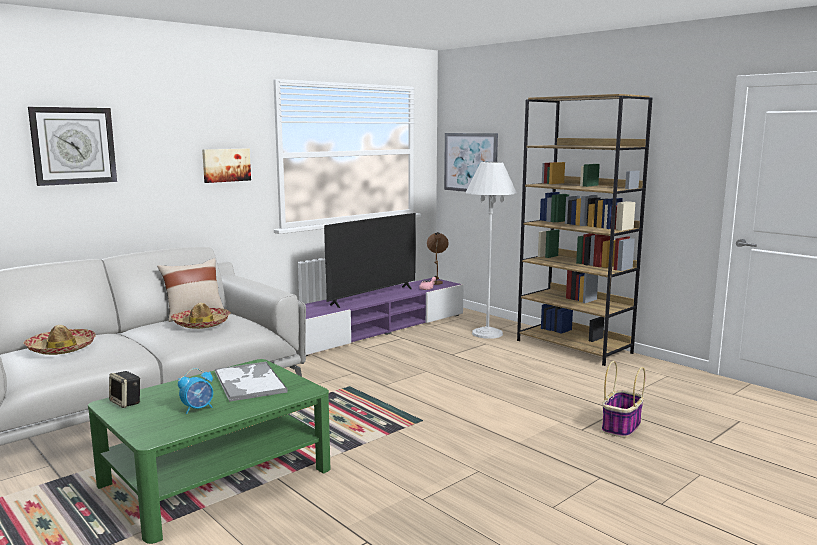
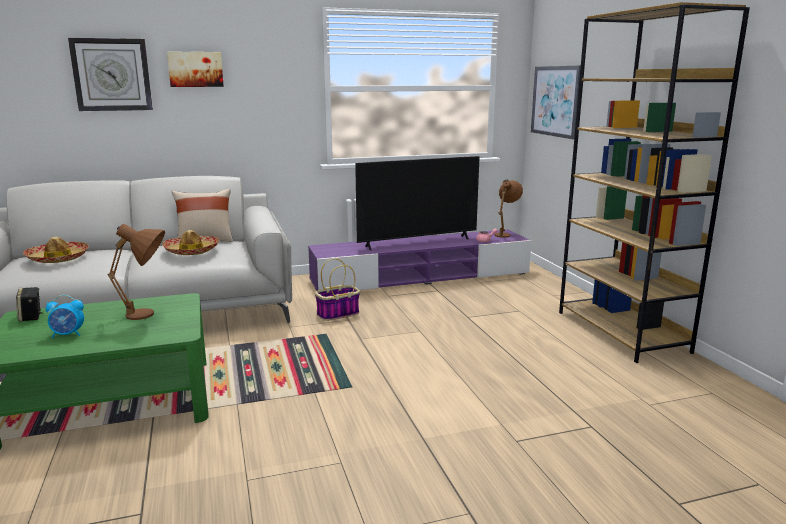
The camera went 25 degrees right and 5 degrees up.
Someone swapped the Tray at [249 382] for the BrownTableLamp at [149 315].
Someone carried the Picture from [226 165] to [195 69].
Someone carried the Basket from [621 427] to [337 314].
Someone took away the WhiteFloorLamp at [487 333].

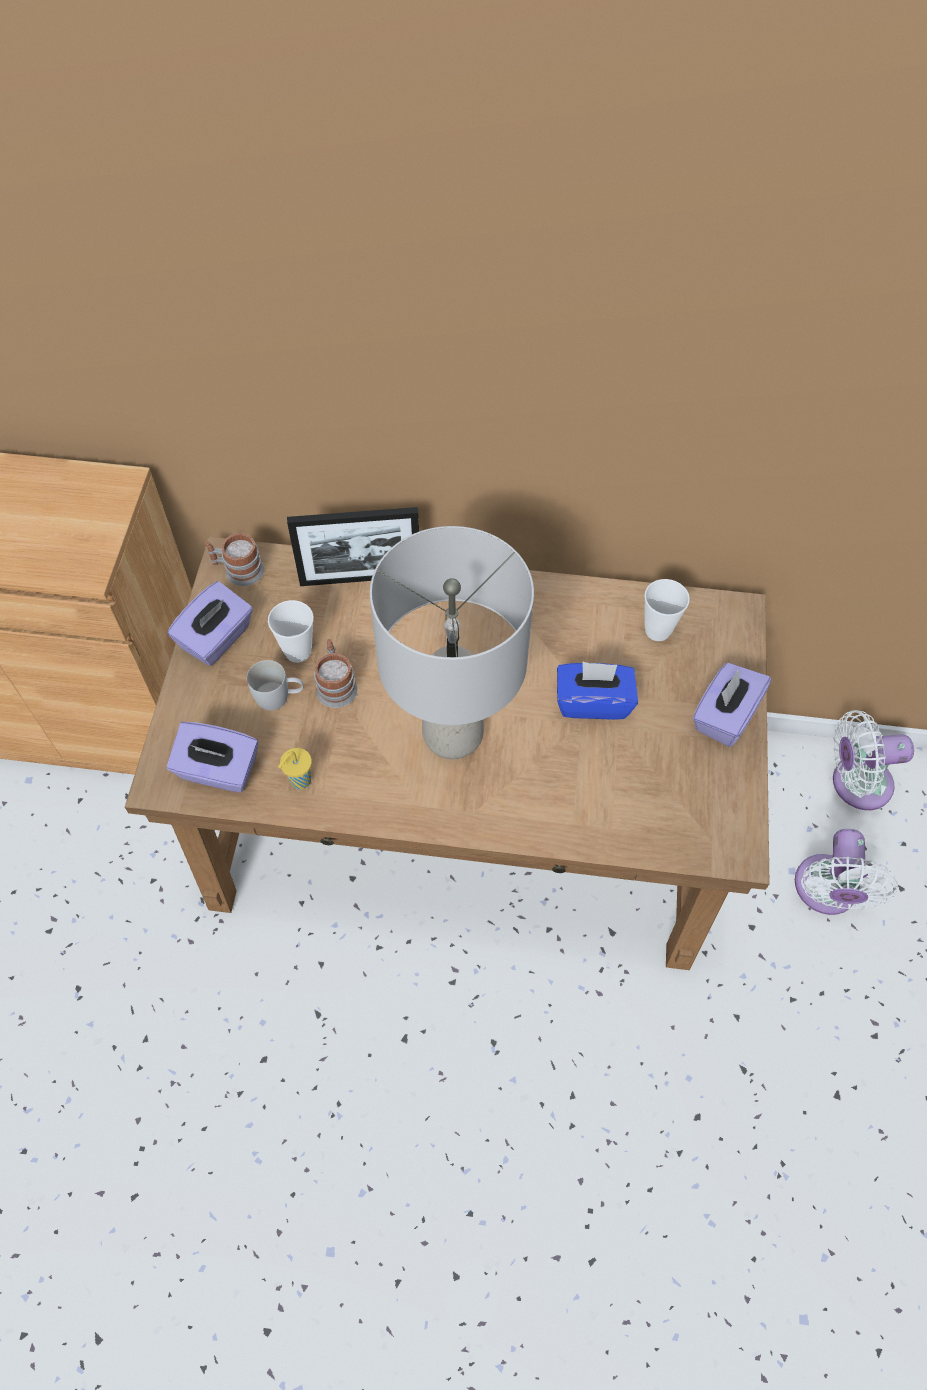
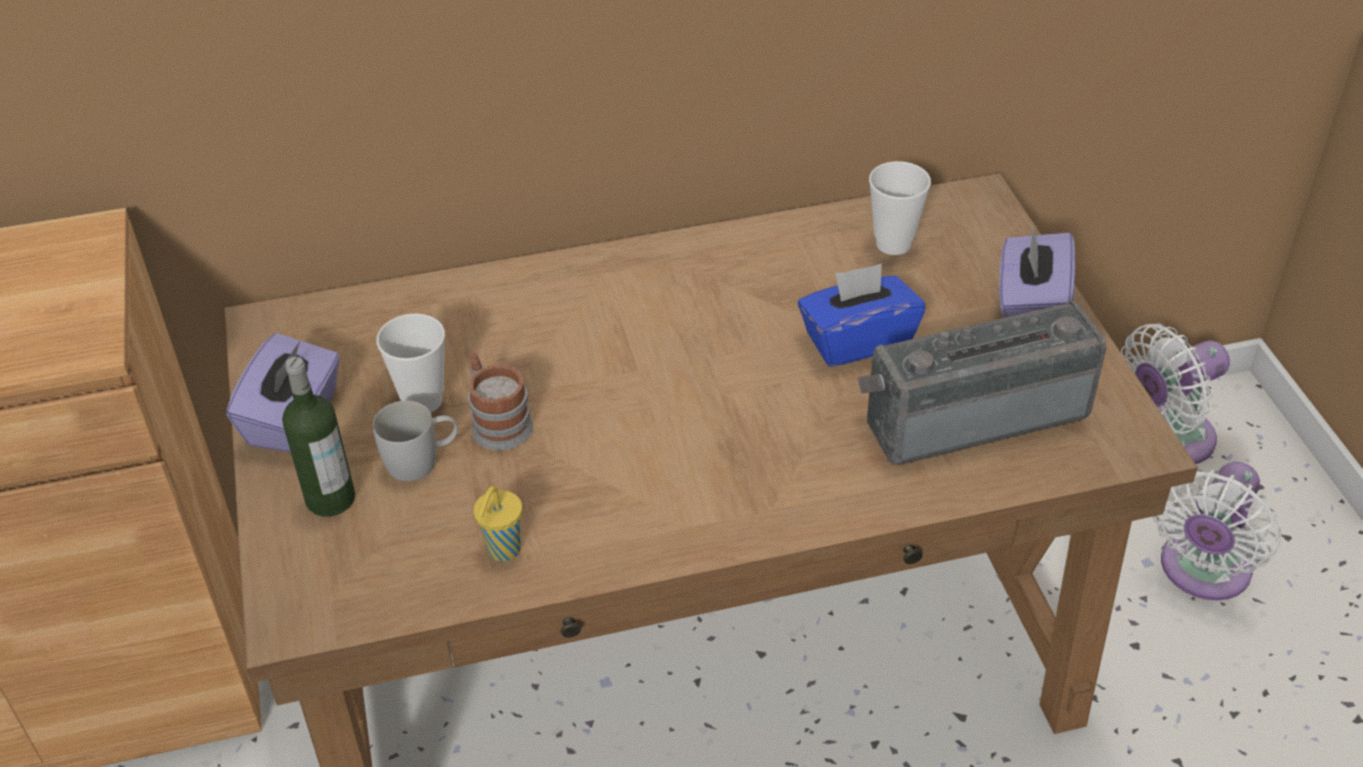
The camera went 20 degrees left and 15 degrees down.
Someone put down the Bottle at [330 499].
Someone put down the Radio at [972 413].
Someone rotated the WhiteFan at [825 892] by 45 degrees clockwise.
Someone took away the PurpleTissueBox at [218 771].
Someone took away the Mug at [238 570].
Someone took away the PictureFrame at [360 578].
Someone took away the GreyTableLamp at [454 735].

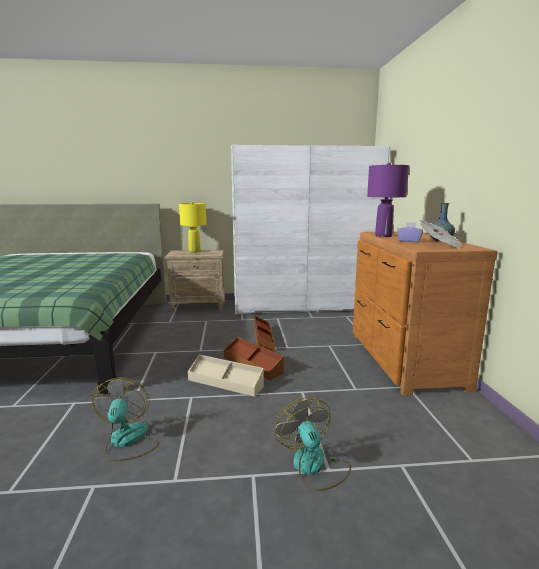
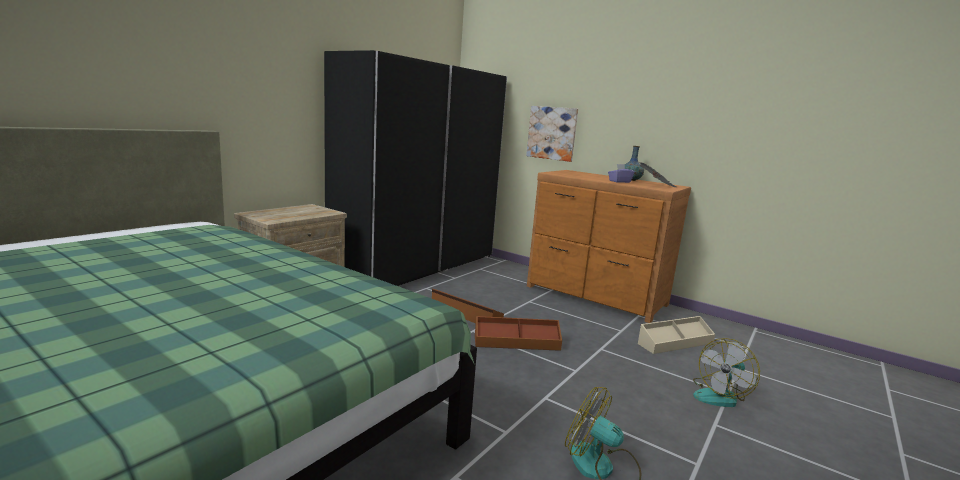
The camera went 50 degrees left and 0 degrees up.
Someone repainted the WhiteWardrobe at [303 305], which became the BlackWardrobe at [417 266].
Someone put up the Picture at [552 133].
Someone carried the BeigeStorageBox from [226 382] to [675 343].
Someone rotated the Fan at [314 466] by 60 degrees counterclockwise.
Someone took away the YellowTableLamp at [194 251].
Someone took away the PurpleTableLamp at [383 236].

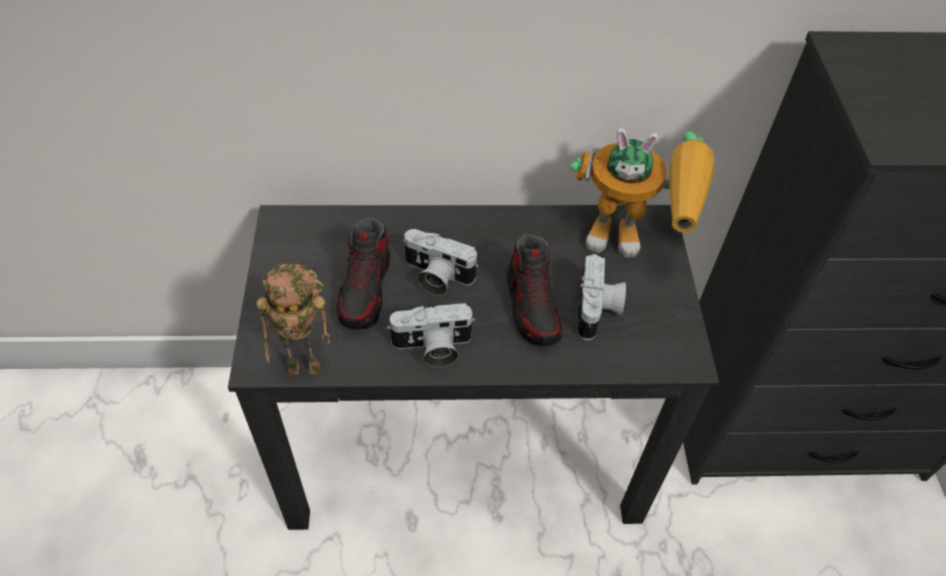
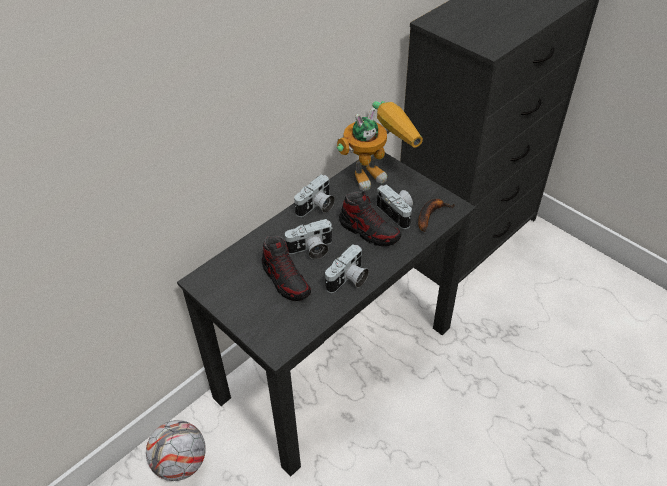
The camera went 40 degrees left and 5 degrees down.
Someone put down the Football at [180 463].
Someone put down the PhotoCamera at [316 207].
Someone put down the Banana at [430 215].
Someone took away the ToyRobot at [307 365].

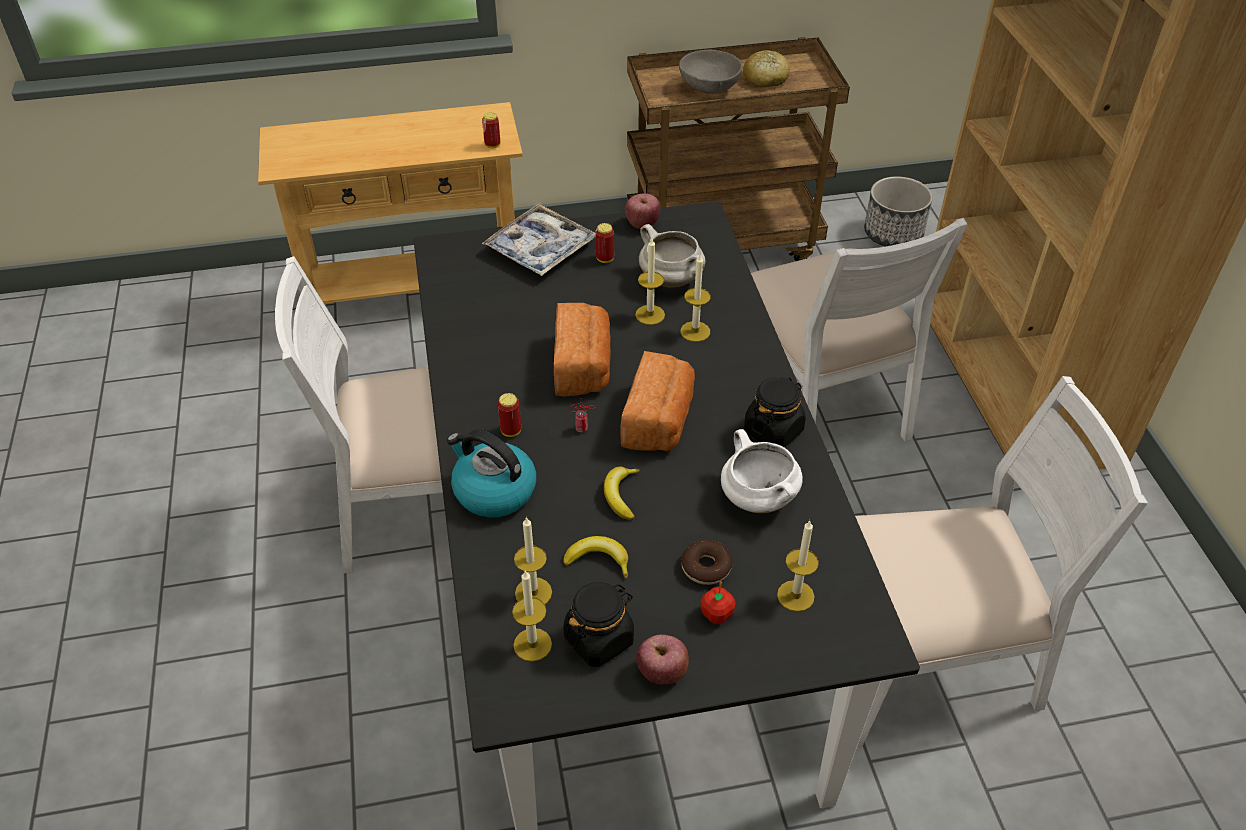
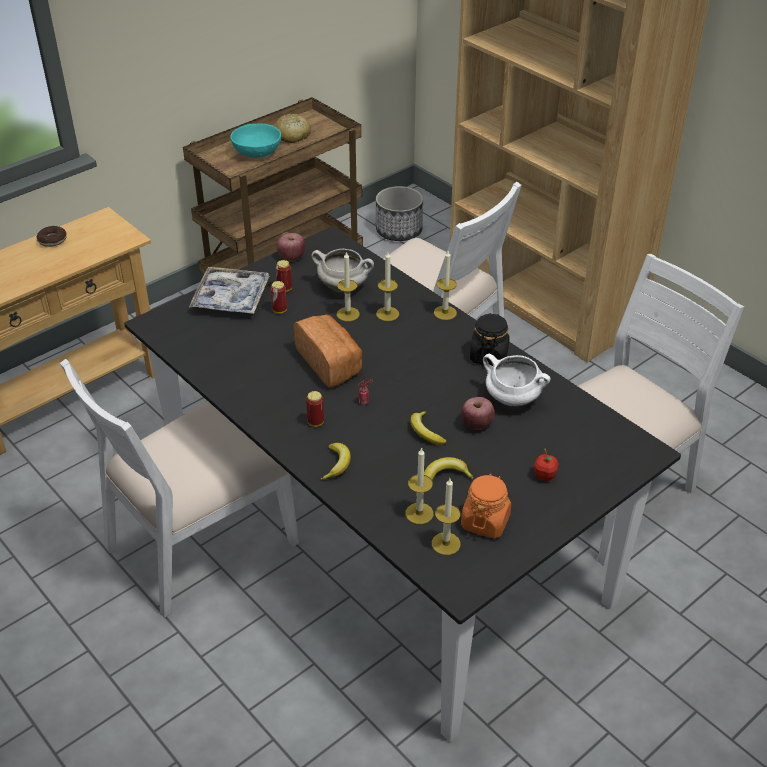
The camera went 30 degrees left and 5 degrees down.
Someone carried the Donut from [706 567] to [52 240].
Someone repainted the GreyBowl at [710 88], which became the TurquoiseBowl at [258 153].
Someone carried the Can from [492 145] to [279 310].
Someone swapped the Kettle at [493 491] for the Banana at [337 464].
Someone carried the Candle from [795 596] to [445 313].
Someone carried the Apple from [662 672] to [477 424].
Someone repainted the BlackJar at [599 639], which became the OrangeJar at [485 521].
Someone took away the Bread at [659 421].

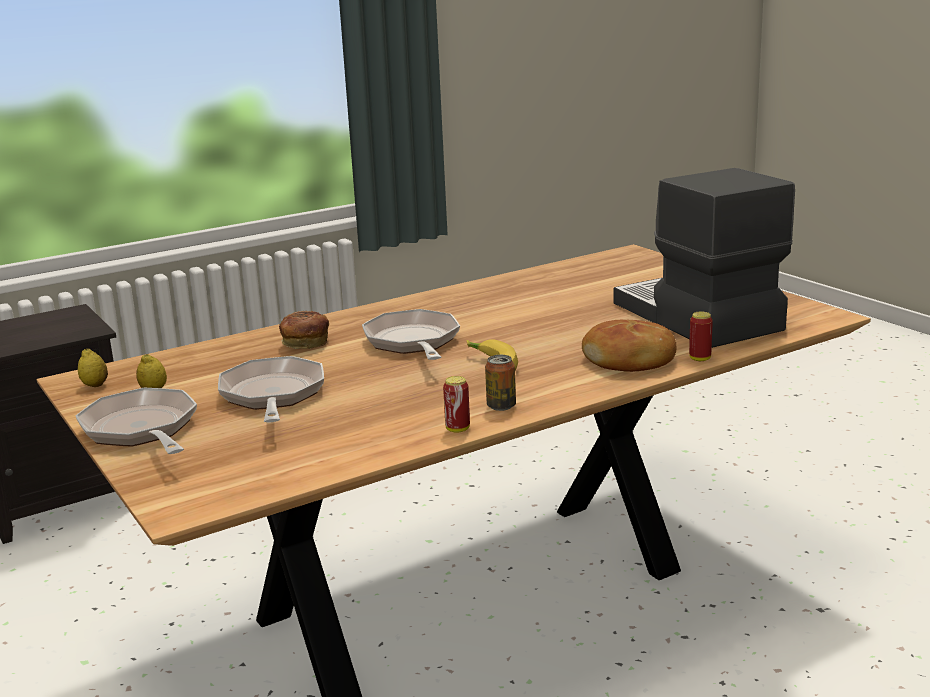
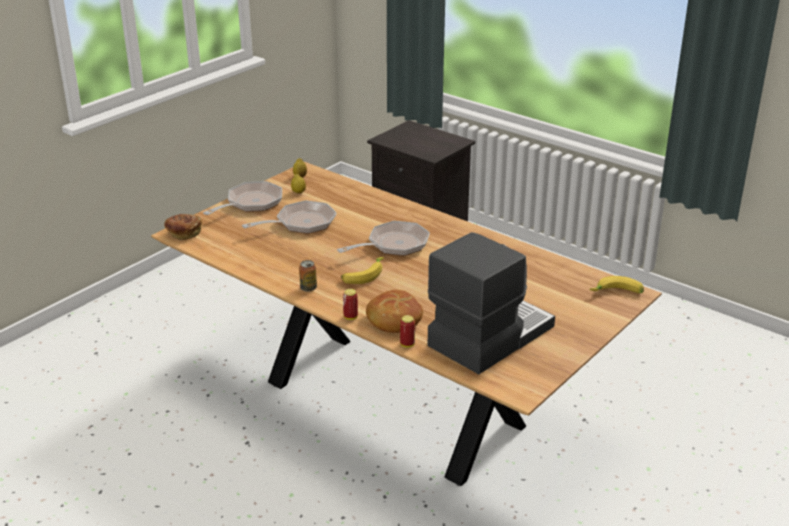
The camera went 70 degrees right and 10 degrees up.
Someone carried the Bread from [305 343] to [183 233].
Someone carried the Can from [457 429] to [350 317].
Someone put down the Banana at [617 293].

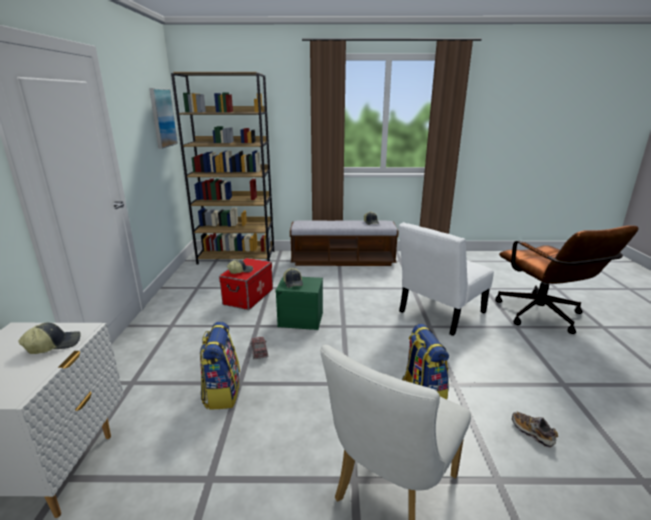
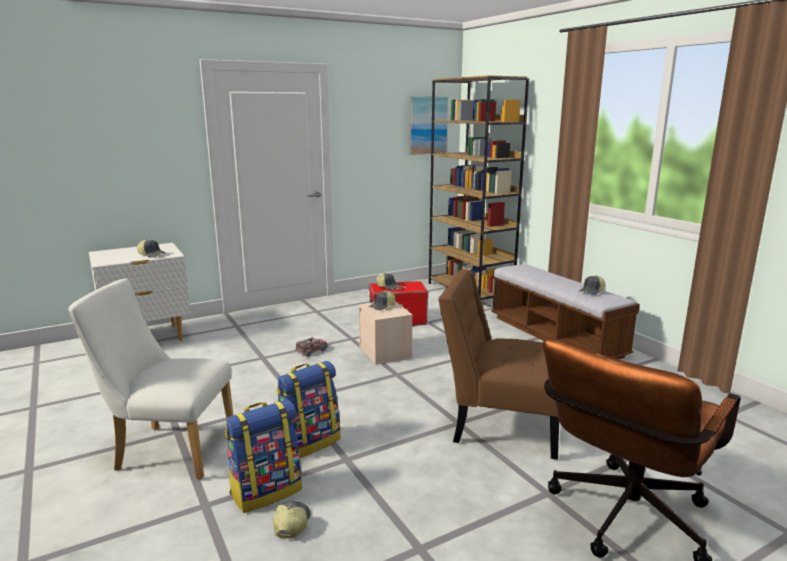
The camera went 60 degrees right and 5 degrees down.
Someone carried the Backpack from [222 392] to [266 491].
Someone swapped the Shoe at [532 433] for the Cap at [291 523].
Someone repainted the GreenStorageBox at [301 319], which became the BeigeStorageBox at [386 352].
Someone repainted the WhiteChair at [439 314], which became the BrownChair at [501 424].

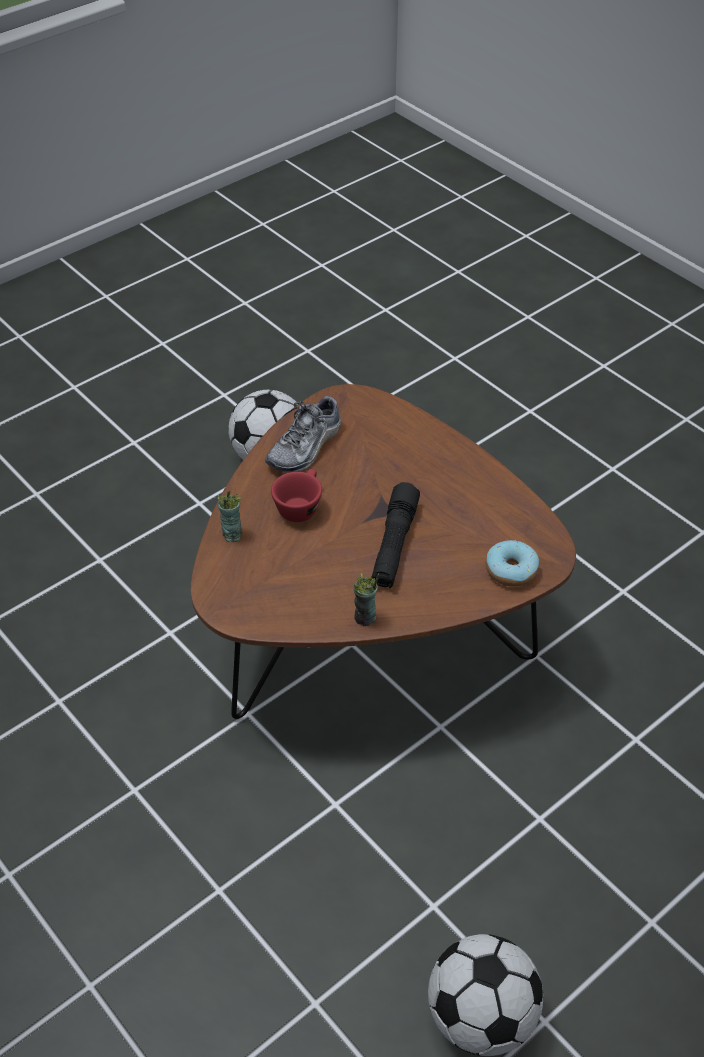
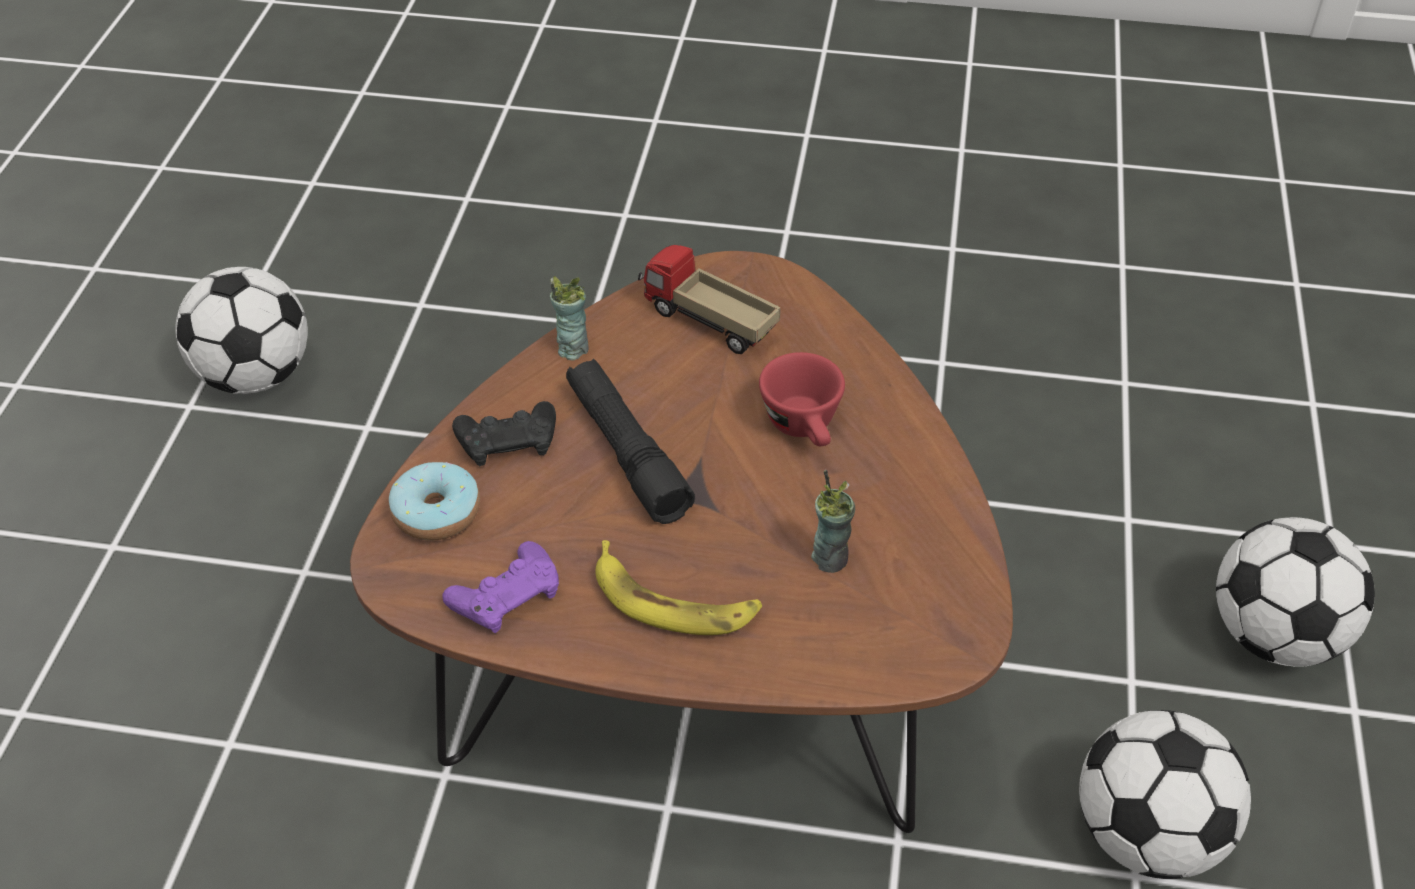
The camera went 140 degrees right and 0 degrees up.
Someone put down the PurpleGameController at [506 596].
Someone put down the BlackGameController at [508 441].
Someone put down the Banana at [673 601].
Someone put down the ToyTruck at [708 323].
Someone carried the Cup from [232 534] to [830 558].
Someone put down the Football at [1274 636].
Someone took away the Shoe at [305 447].

